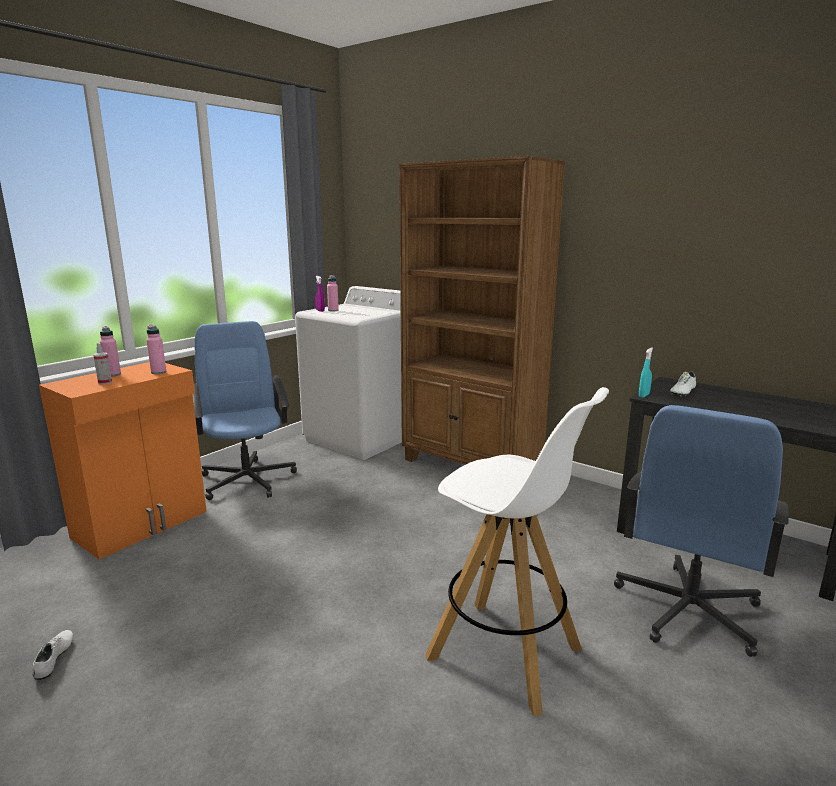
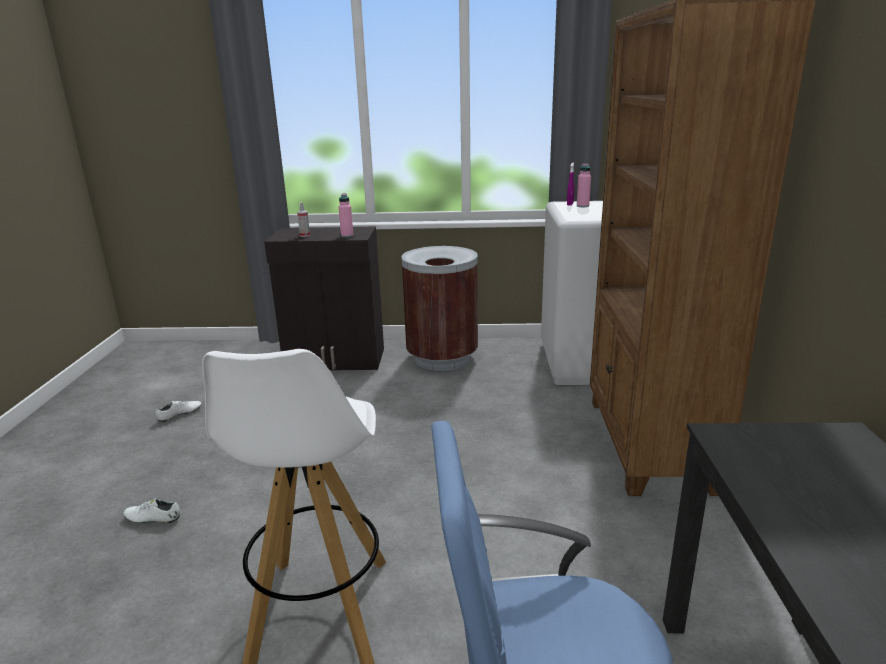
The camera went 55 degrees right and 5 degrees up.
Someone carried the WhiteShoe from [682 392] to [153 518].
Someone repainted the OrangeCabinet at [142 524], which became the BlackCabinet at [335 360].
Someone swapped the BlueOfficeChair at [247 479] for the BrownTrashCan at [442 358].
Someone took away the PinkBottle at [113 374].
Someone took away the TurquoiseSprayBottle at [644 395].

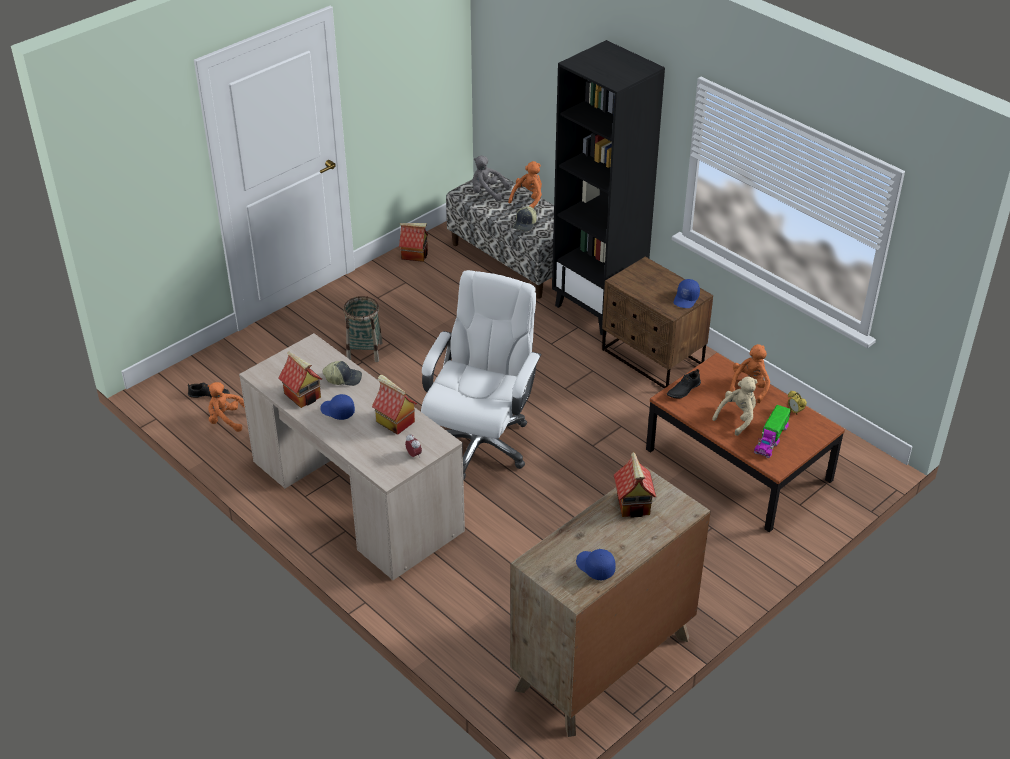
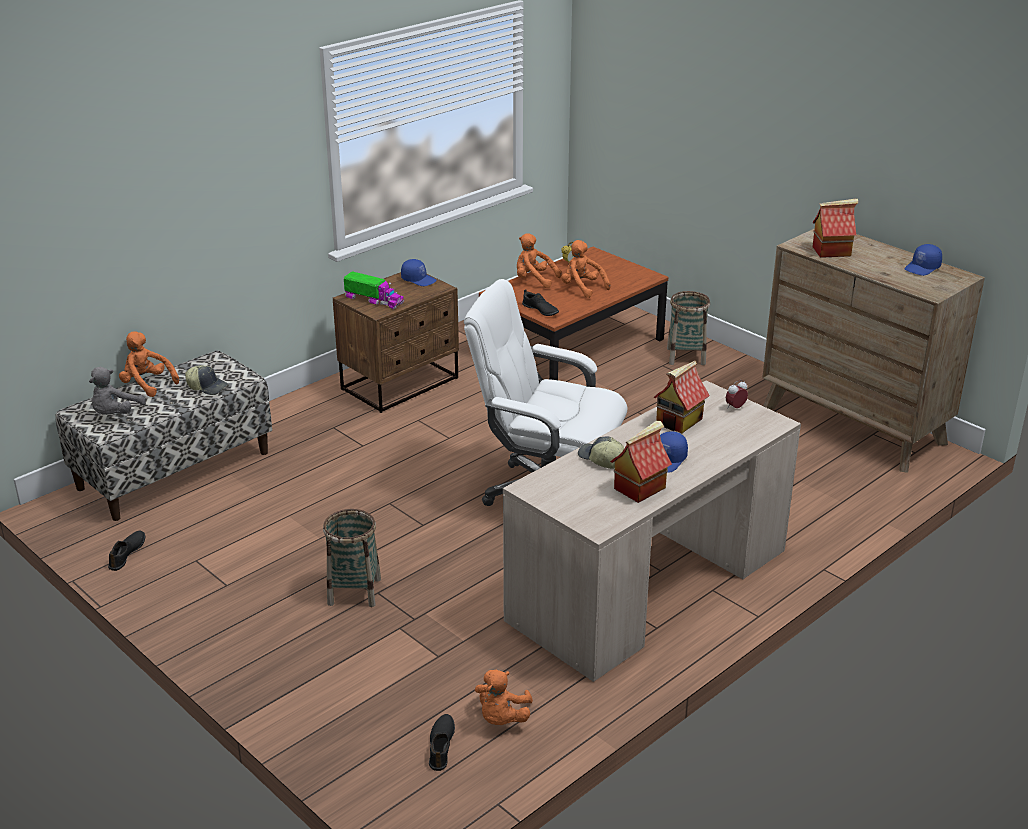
The camera went 90 degrees left and 10 degrees down.
Someone swapped the ToyHouse at [415 254] for the BlackShoe at [127 554].
Someone carried the ToyTruck from [771 439] to [374 300].
Someone repainted the BeigePlushToy at [737 418], which became the OrangePlushToy at [582 288].
Someone rotated the Cap at [343 378] by 45 degrees counterclockwise.
Someone put down the Basket at [686 356].
Someone took away the BlackBookcase at [599 309].

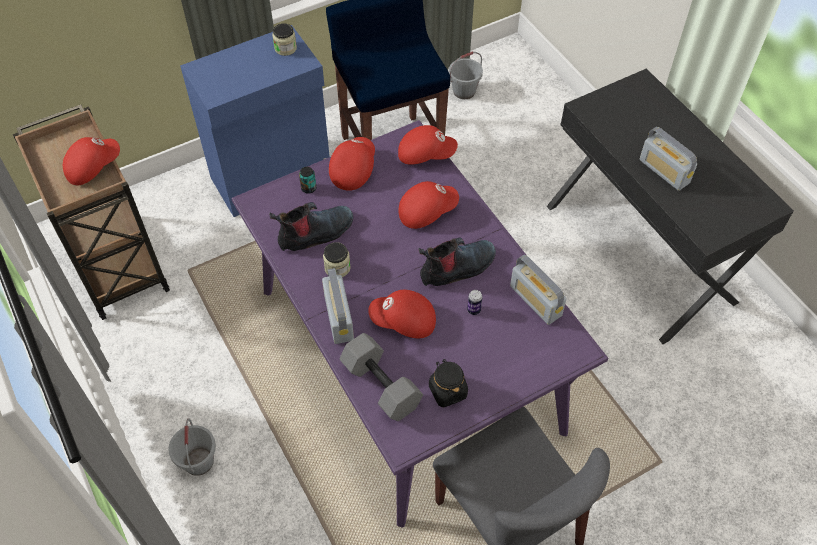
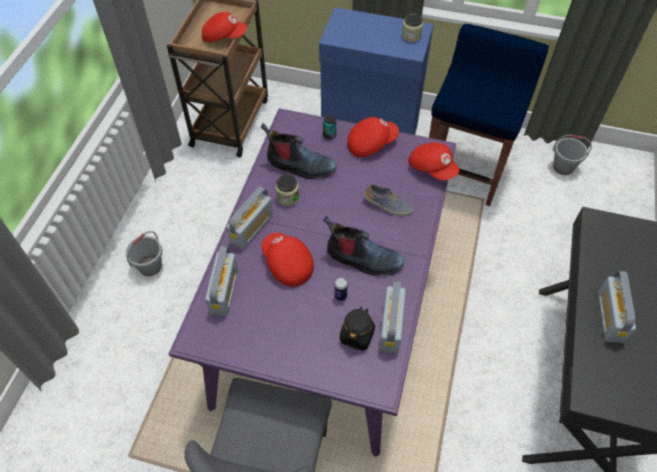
The camera went 45 degrees right and 0 degrees up.
Someone swapped the GreyDumbbell at [379 385] for the Radio at [224 291].
Someone carried the BlackJar from [447 391] to [357 335].
Someone swapped the RedCap at [427 211] for the Shoe at [388 206].

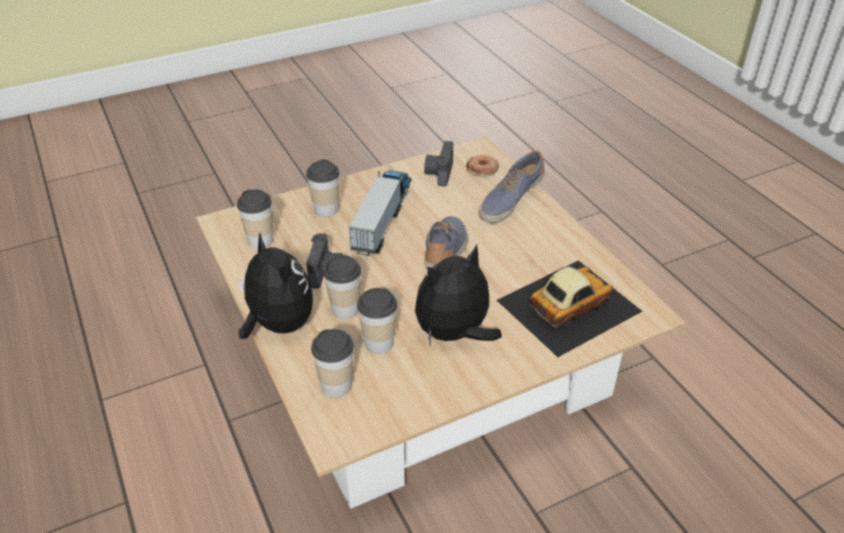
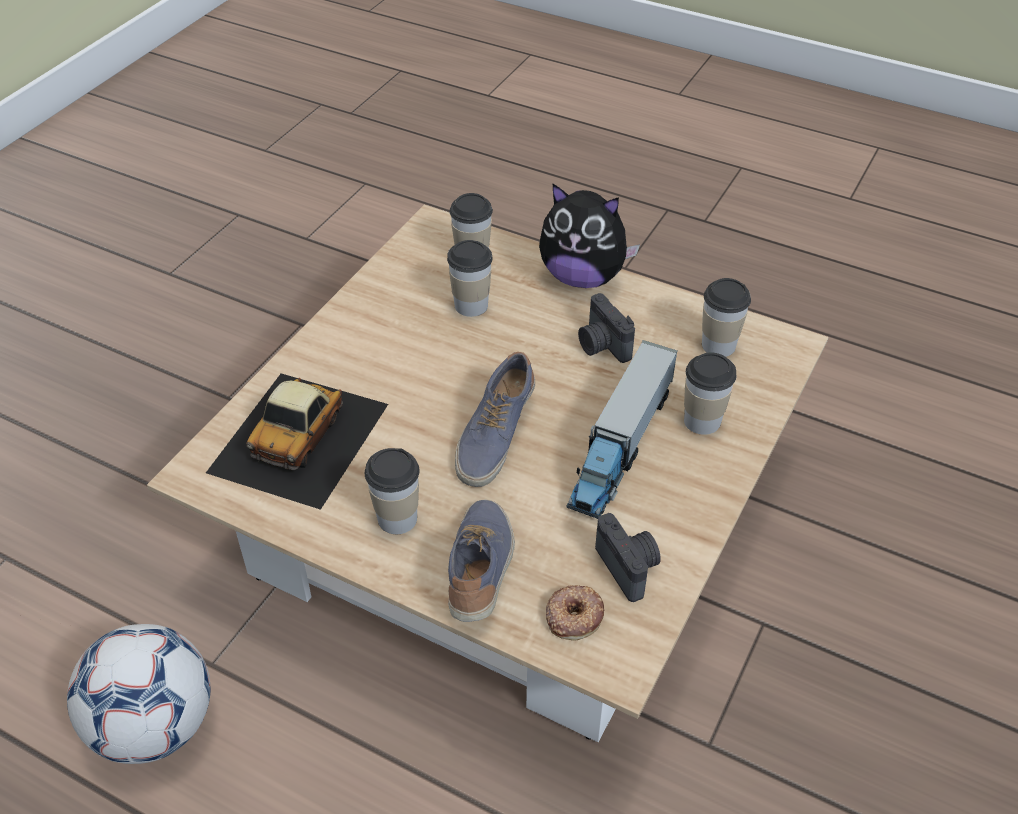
The camera went 145 degrees right and 5 degrees up.
Someone put down the Football at [155 726].
Someone carried the Cup from [345 308] to [397 518].
Someone rotated the Shoe at [446 253] by 45 degrees clockwise.
Someone rotated the ToyTruck at [383 218] by 45 degrees clockwise.
Someone took away the PlushToy at [454 334].

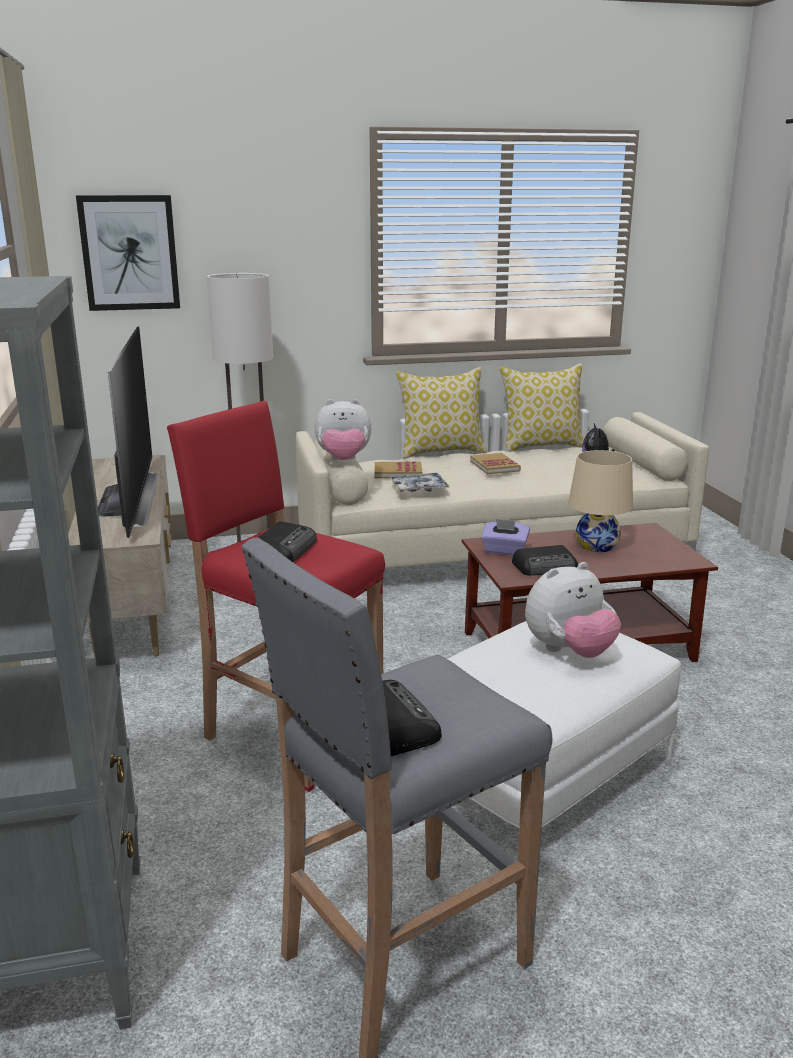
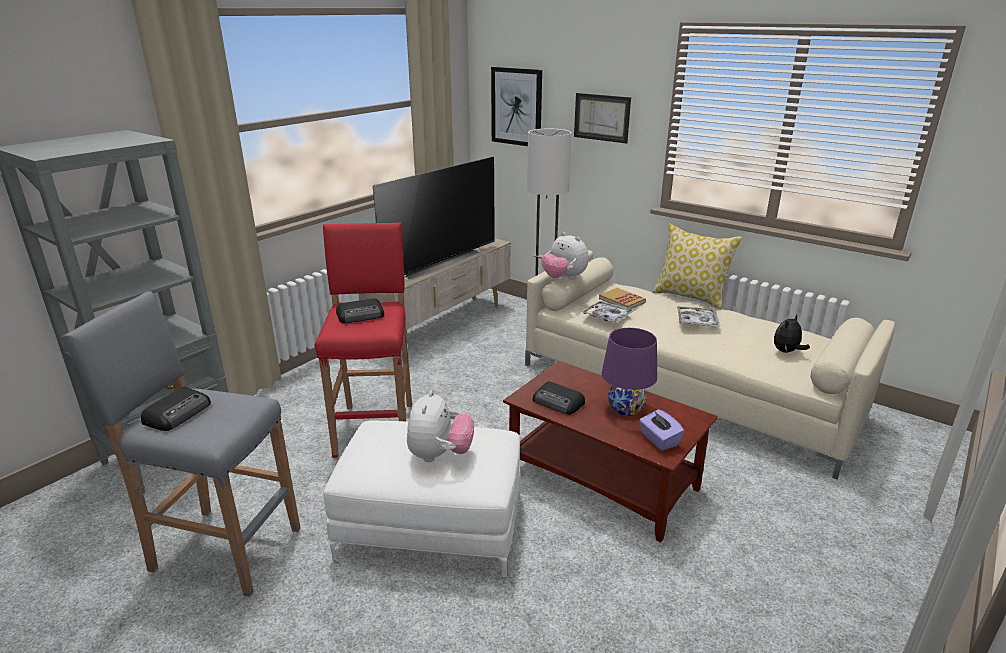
The camera went 50 degrees right and 5 degrees up.
Someone rotated the PlushToy at [569 652] by 105 degrees counterclockwise.
Someone put up the Picture at [602 117].
Someone repainted the BeigeTableLamp at [597 546], which became the PurpleTableLamp at [626 408].
Someone carried the PurpleTissueBox from [504 551] to [659 440].
Someone swapped the Book at [494 466] for the Tray at [697 321].
Someone took away the Pillow at [541 446].

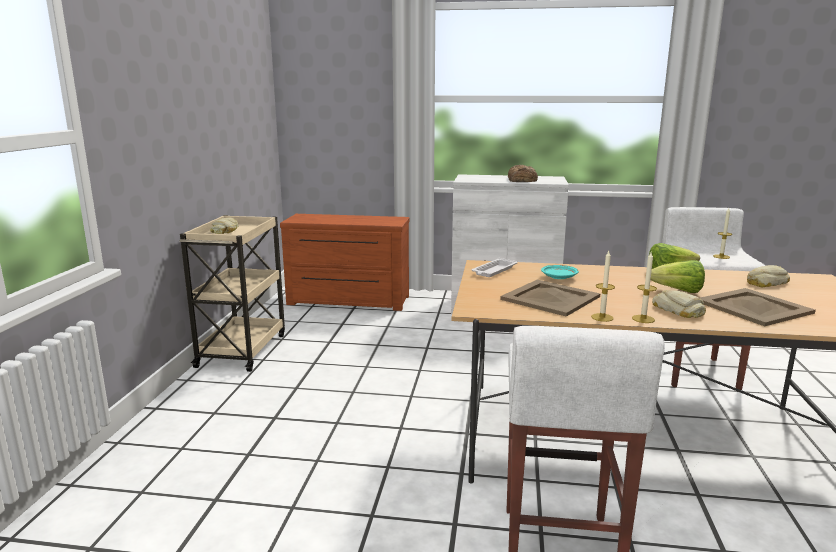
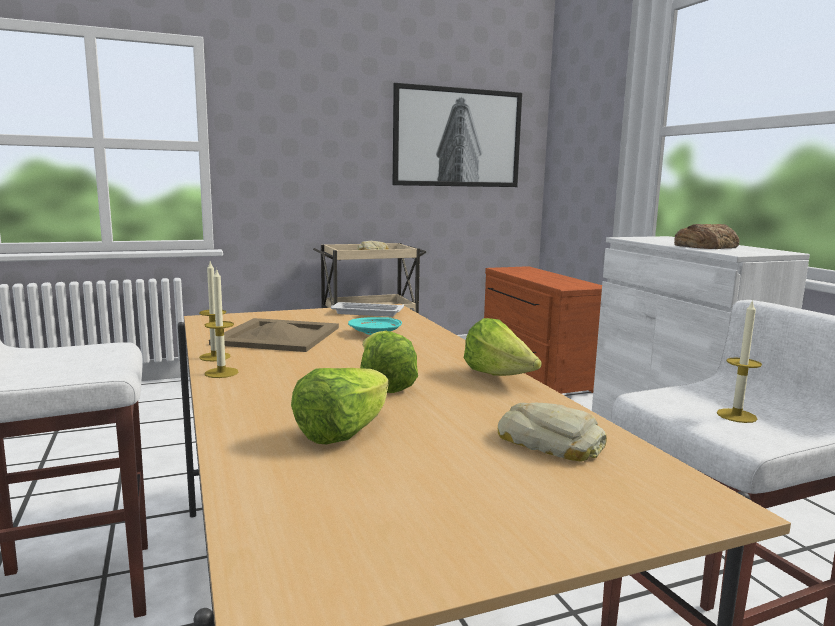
The camera went 60 degrees right and 5 degrees down.
Someone swapped the BeigeTray at [754 307] for the Lettuce at [343 432].
Someone put up the Picture at [458 138].
Someone took away the Bread at [678 310].

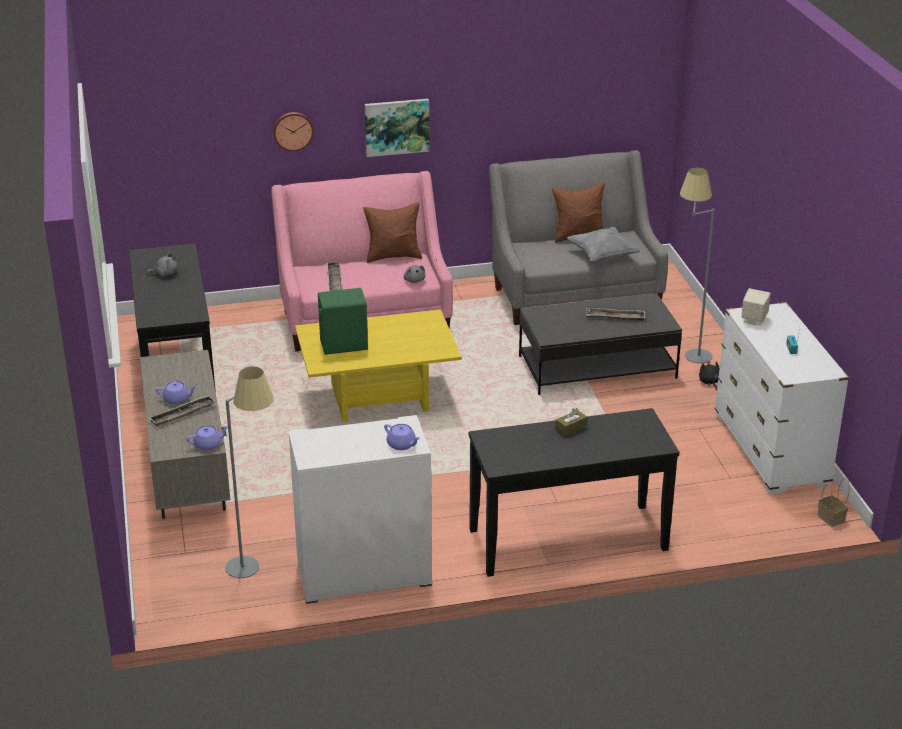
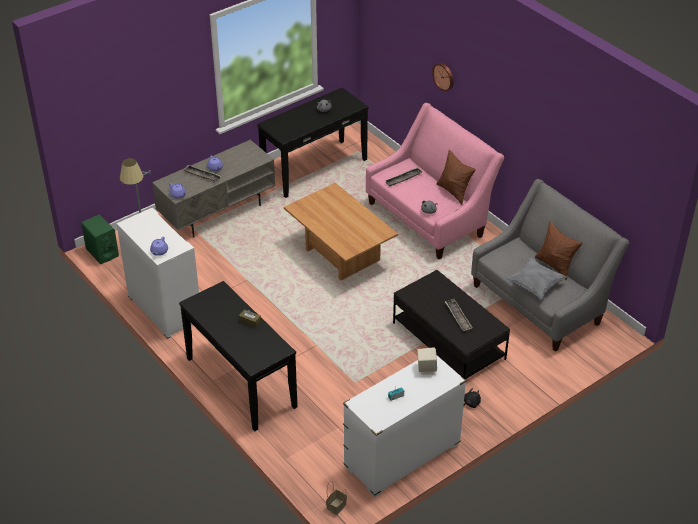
The camera went 65 degrees right and 10 degrees up.
Someone carried the GreenSpeaker from [343 345] to [102 252].
Someone repainted the YellowCoffeeTable at [378 399], which became the BrownCoffeeTable at [340 255].
Someone took away the Picture at [396 126].
Someone took away the GreyFloorLamp at [688 351].

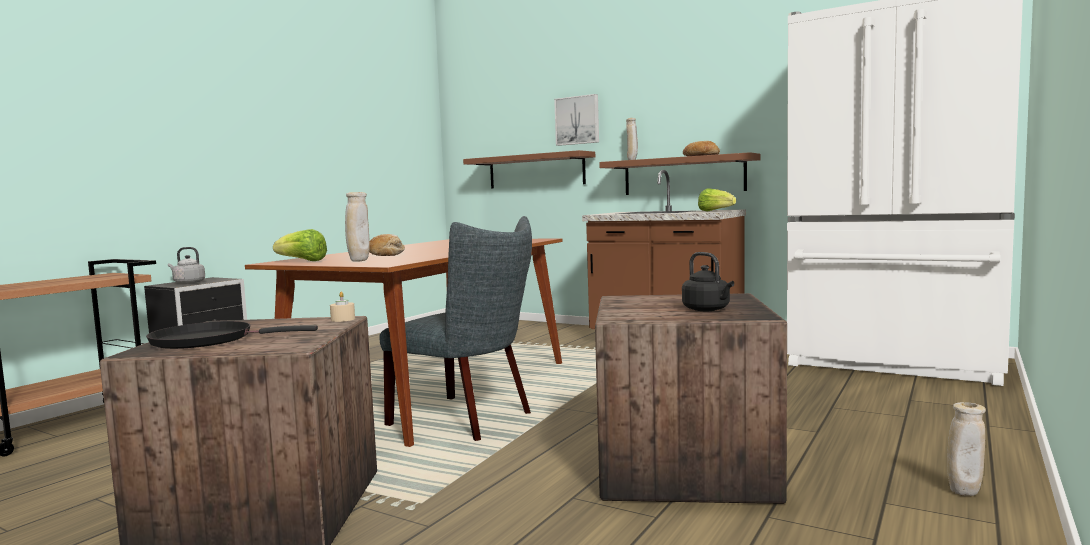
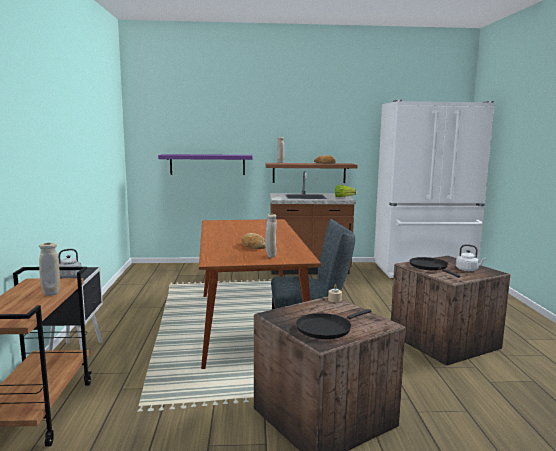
The camera went 35 degrees left and 5 degrees up.
Someone carried the BeigeVase from [964 493] to [51 294].
Someone repainted the BrownShelf at [536 171], which became the PurpleShelf at [207 164].
Someone put down the BlackFryingPan at [430 267].
Someone repainted the BlackKettle at [708 310], which became the WhiteKettle at [468 270].
Someone took away the Lettuce at [302 261].
Someone took away the Picture at [577 120].

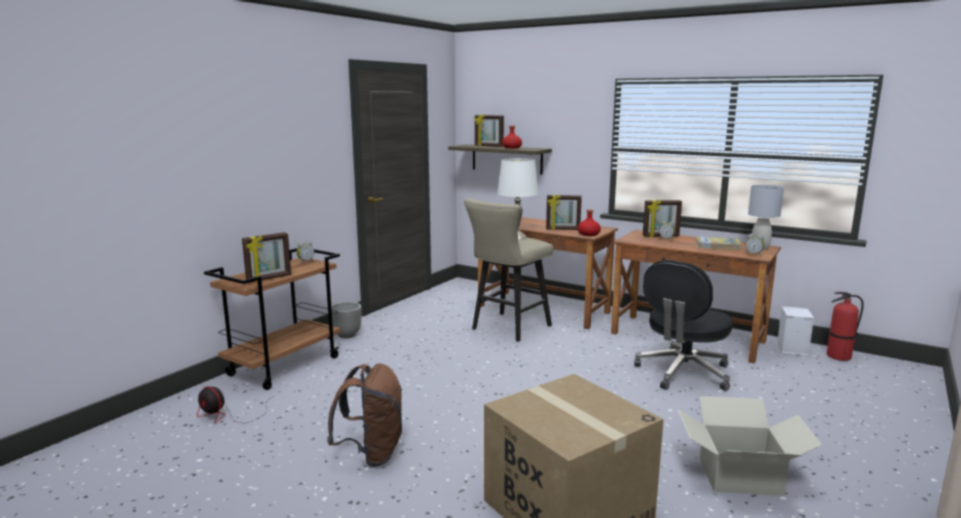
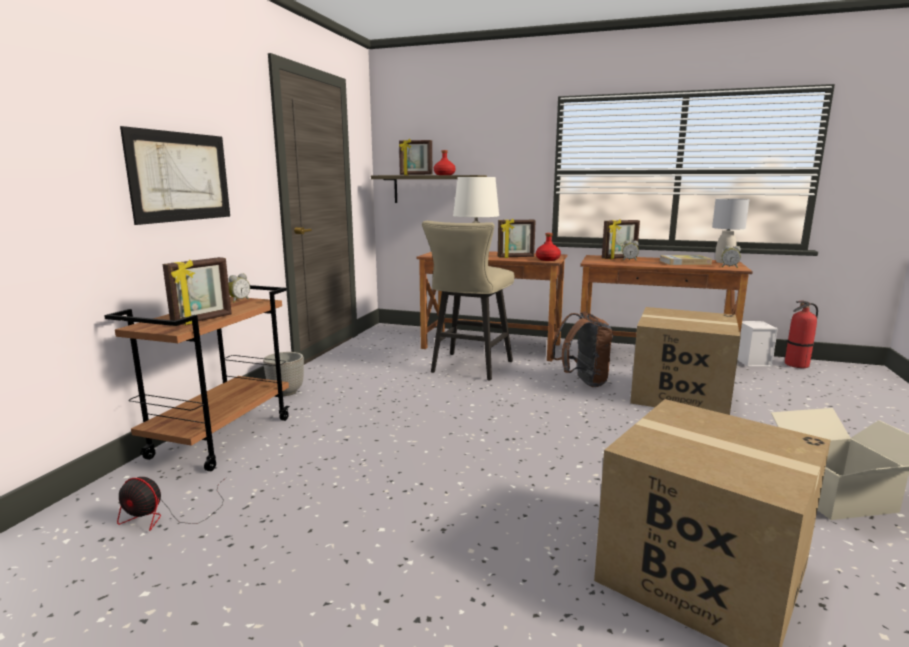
The camera went 15 degrees left and 0 degrees up.
Someone put up the Picture at [181 177].
Someone carried the BrownBackpack from [371 454] to [582 382].
Someone swapped the BlackOfficeChair at [683 373] for the CardboardBox at [679 394].

